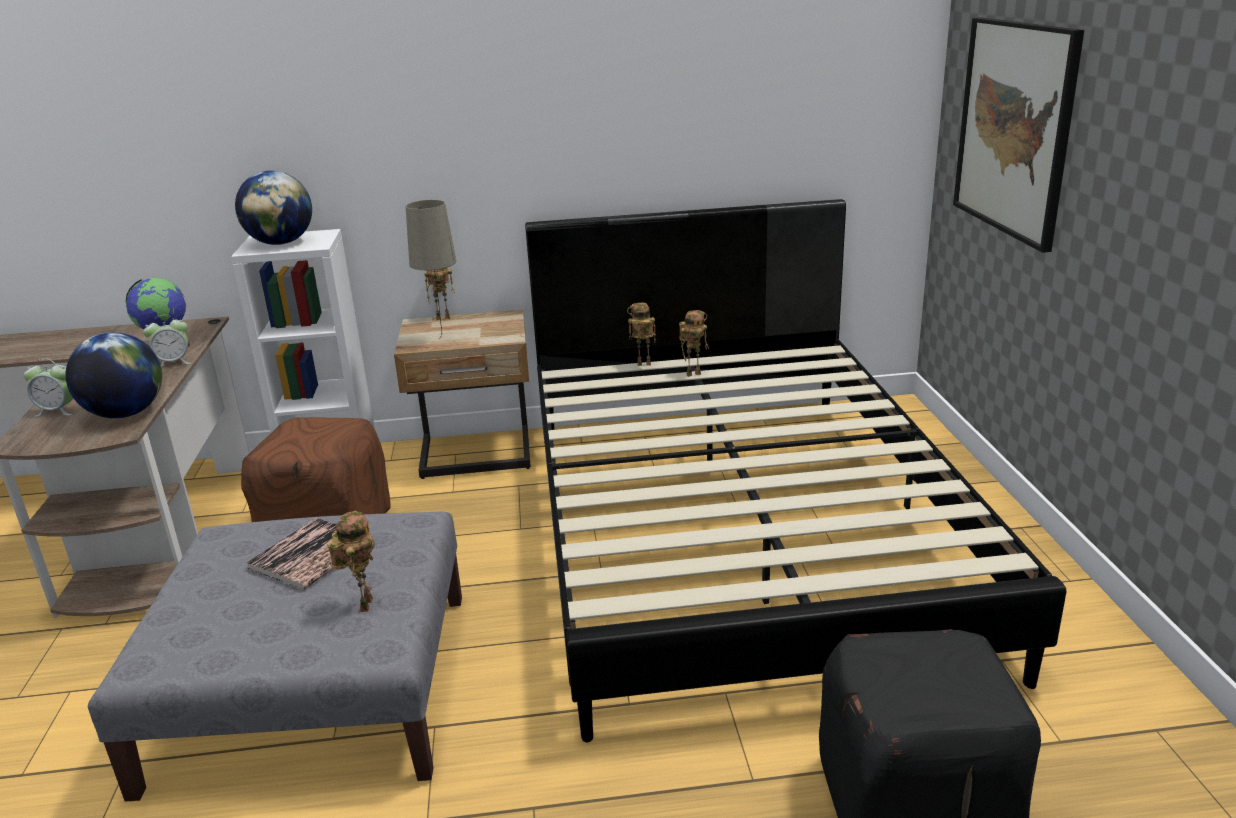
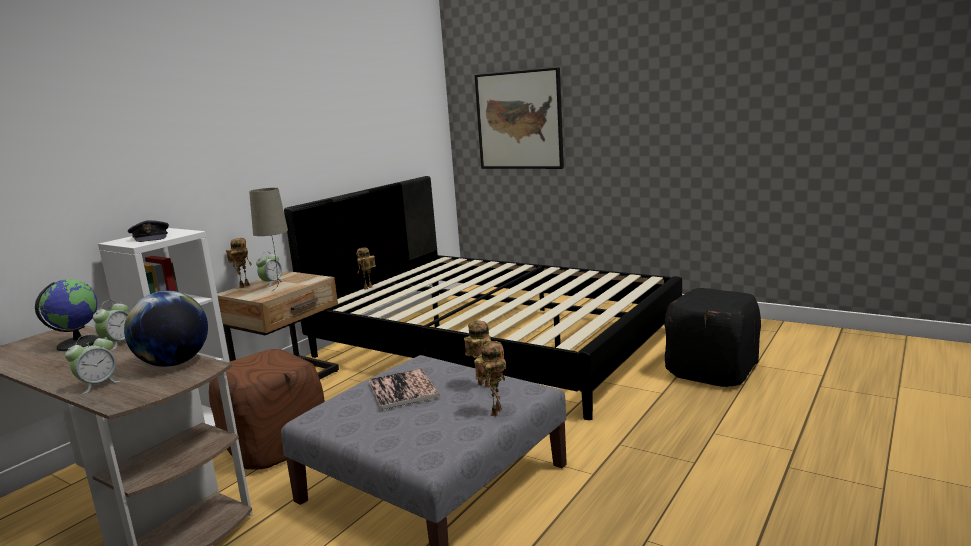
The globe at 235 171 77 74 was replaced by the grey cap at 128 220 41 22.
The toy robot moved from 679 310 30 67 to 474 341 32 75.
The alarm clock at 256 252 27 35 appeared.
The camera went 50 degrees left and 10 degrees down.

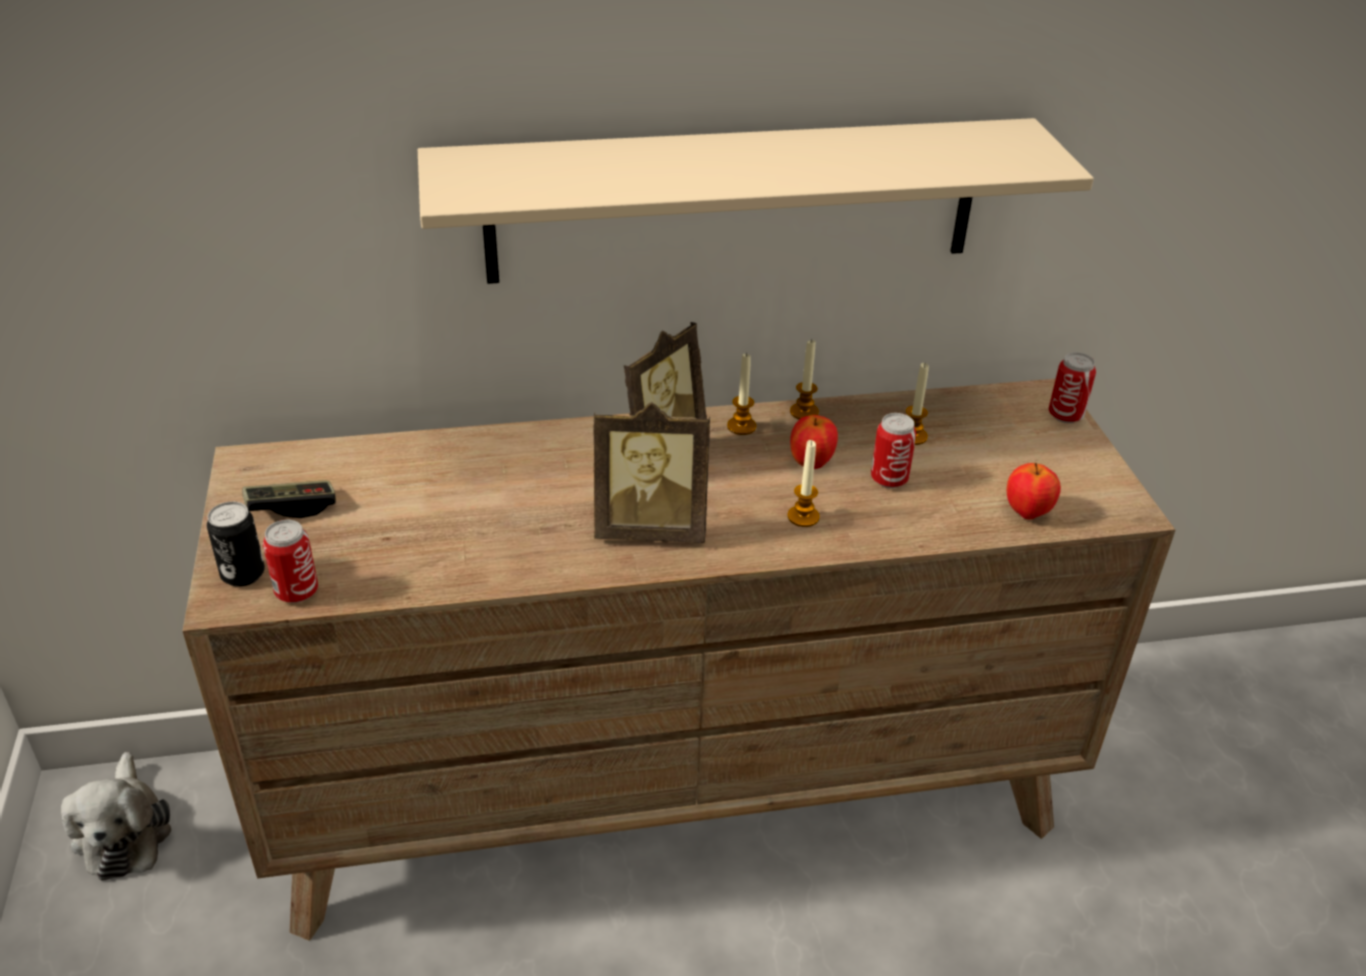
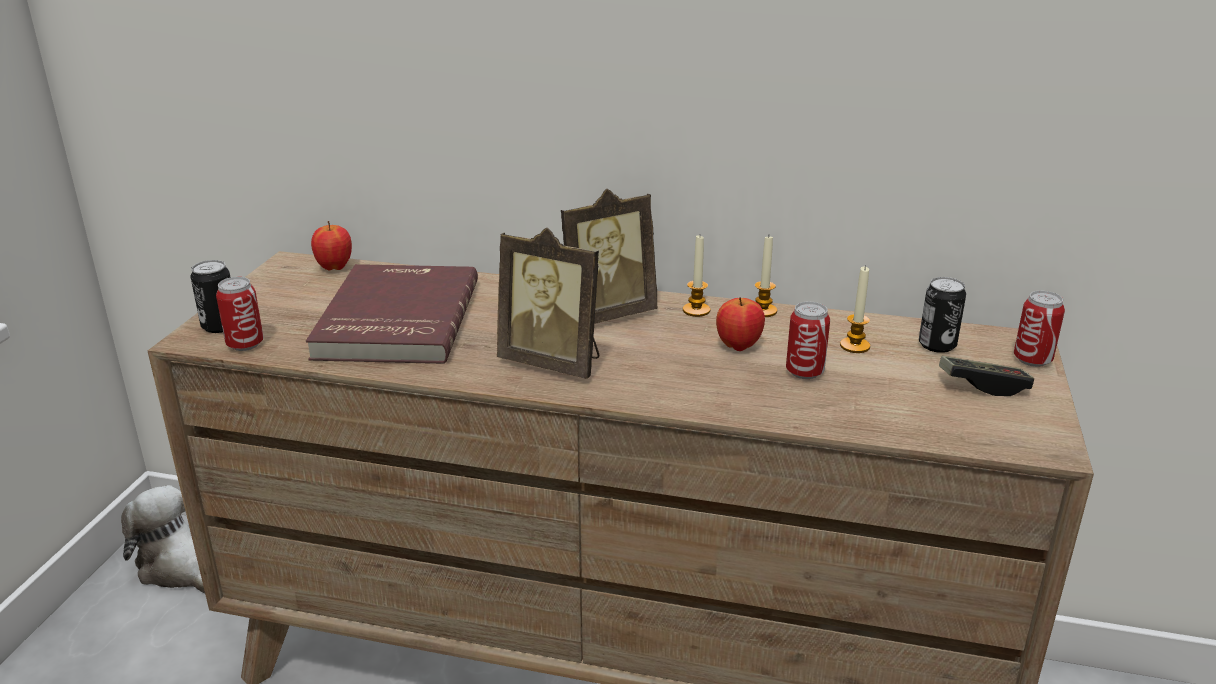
The beige shelf at 418 118 676 166 disappeared.
The candle at 787 440 33 87 disappeared.
The apple moved from 1007 463 54 57 to 311 221 41 50.
The game controller moved from 243 480 93 38 to 939 356 95 40.
The plush toy at 61 752 111 129 turned 120 degrees clockwise.
The red book at 306 264 172 100 appeared.
The can at 919 277 47 76 appeared.
The camera went 25 degrees right and 10 degrees down.

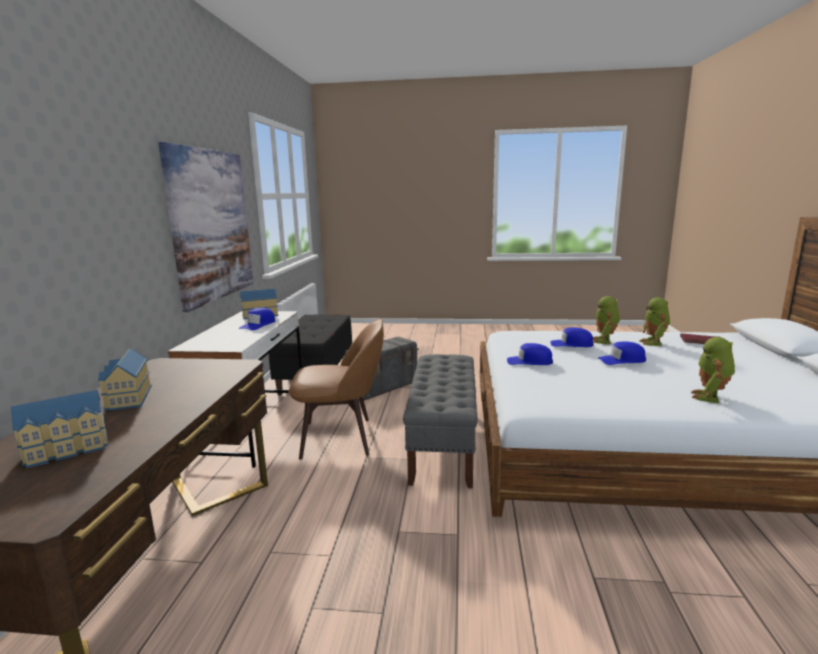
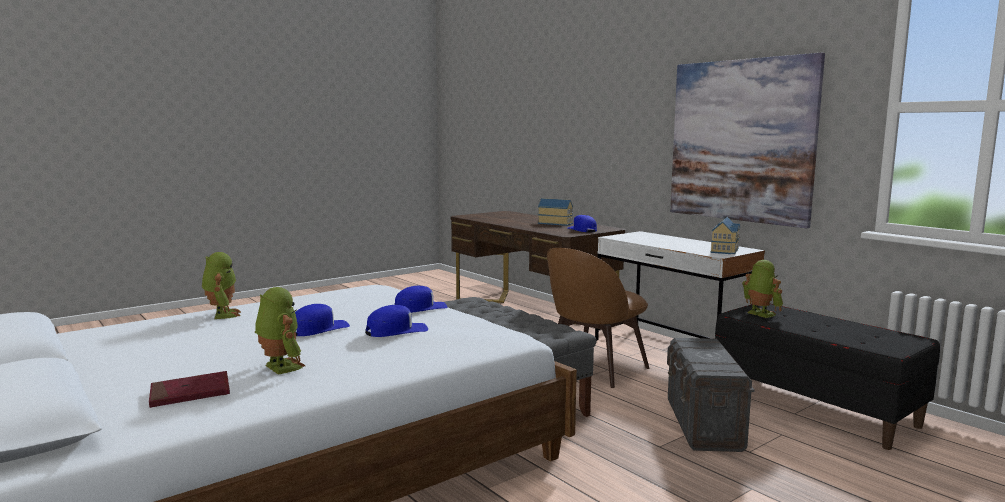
The toy robot moved from 593 296 27 48 to 742 260 41 58.
The blue cap moved from 239 308 36 22 to 567 215 30 17.
The toy house at 11 390 97 78 disappeared.
The camera went 135 degrees right and 5 degrees down.

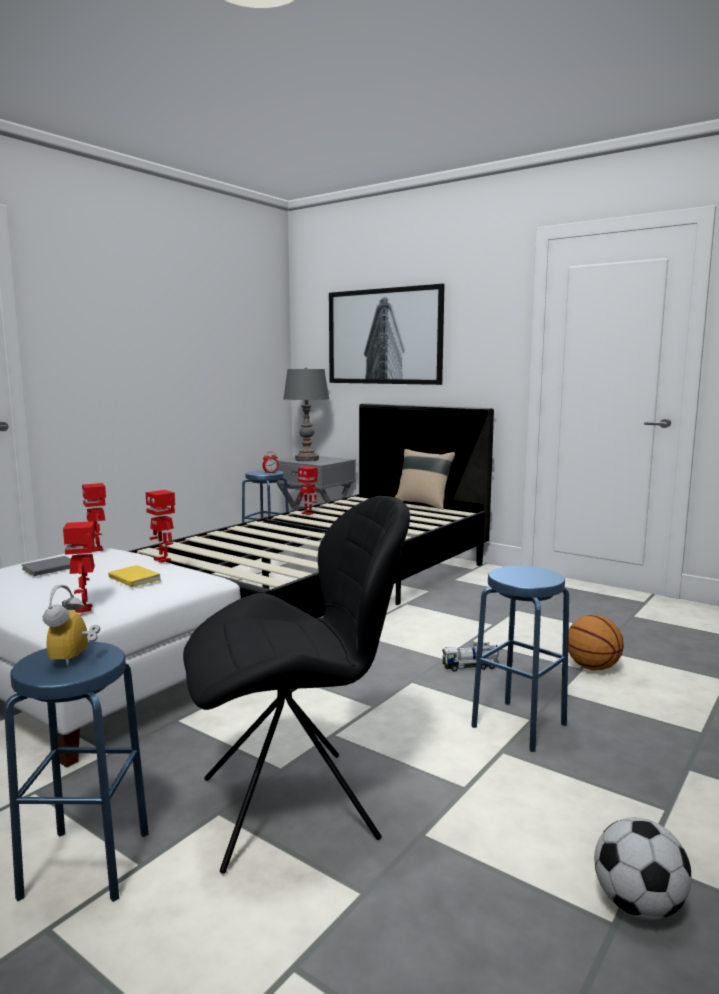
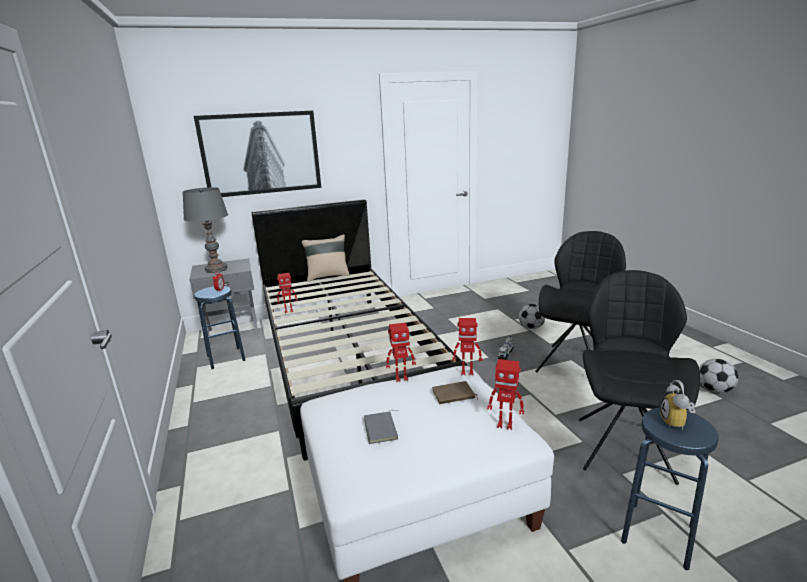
The toy robot moved from 82 483 24 69 to 453 318 29 58.
The yellow book at 108 565 53 22 became the brown book at 432 381 46 23.
The blue stool at 471 566 98 186 was replaced by the black chair at 535 231 91 141.
The alarm clock at 43 585 57 82 turned 60 degrees clockwise.
The basketball at 568 615 56 55 was replaced by the football at 519 304 26 25.
The camera went 55 degrees left and 10 degrees up.

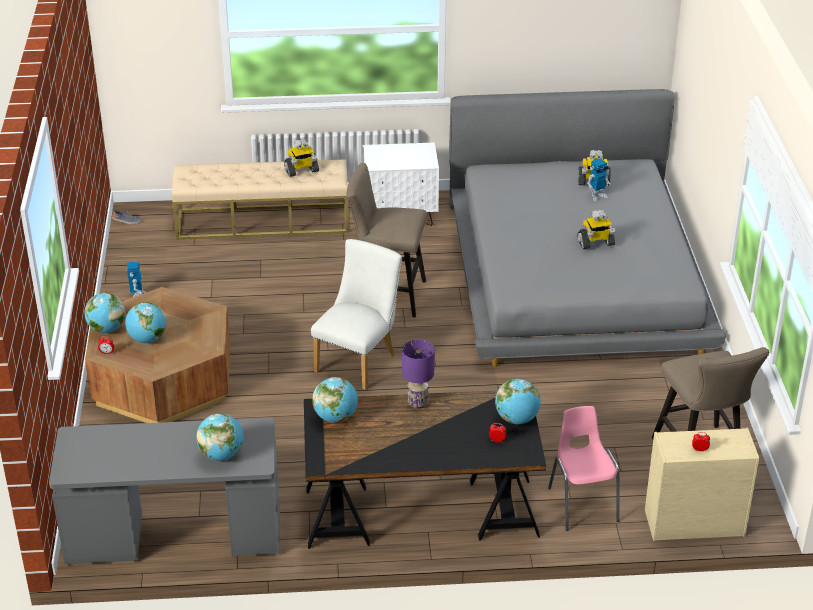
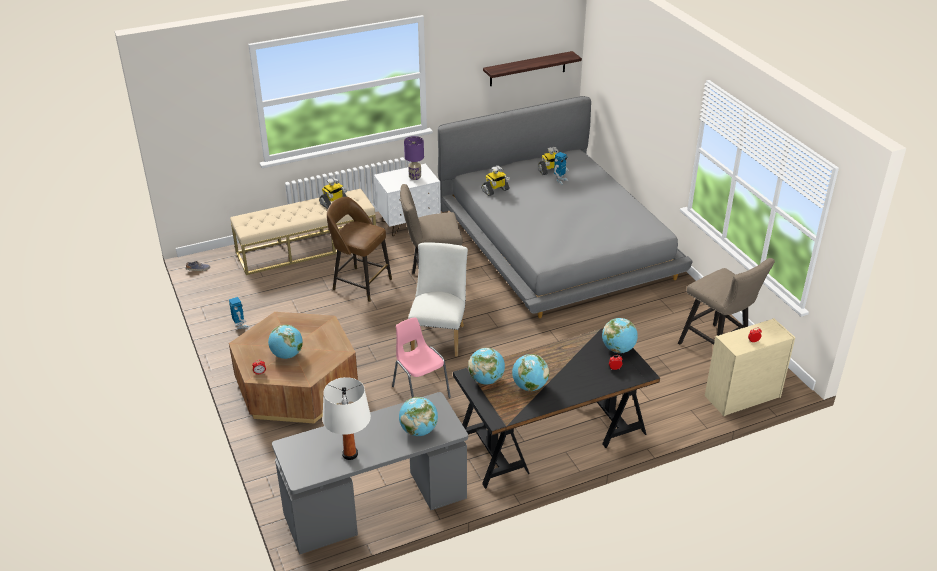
The toy robot moved from 577 209 39 40 to 481 166 29 30.
The globe moved from 84 292 41 41 to 512 354 37 37.
The purple table lamp moved from 402 339 33 69 to 404 136 20 44.
The pink chair moved from 548 406 72 125 to 392 317 59 81.
The shelf at 483 51 99 35 appeared.
The brown stool at 327 197 65 105 appeared.
The white table lamp at 323 377 48 83 appeared.
The camera went 20 degrees left and 0 degrees up.

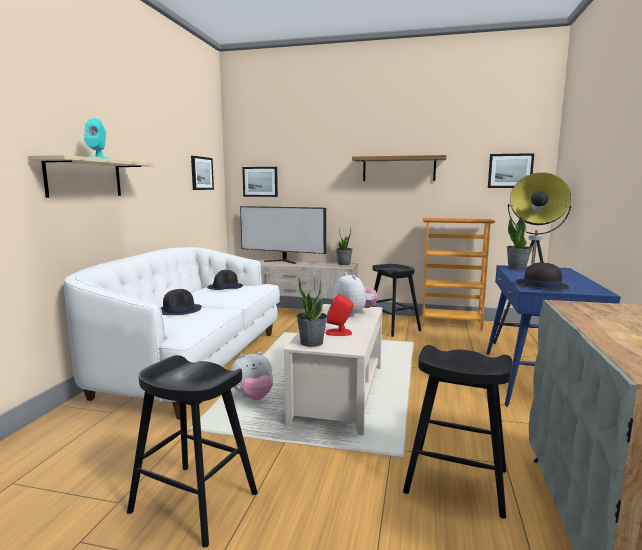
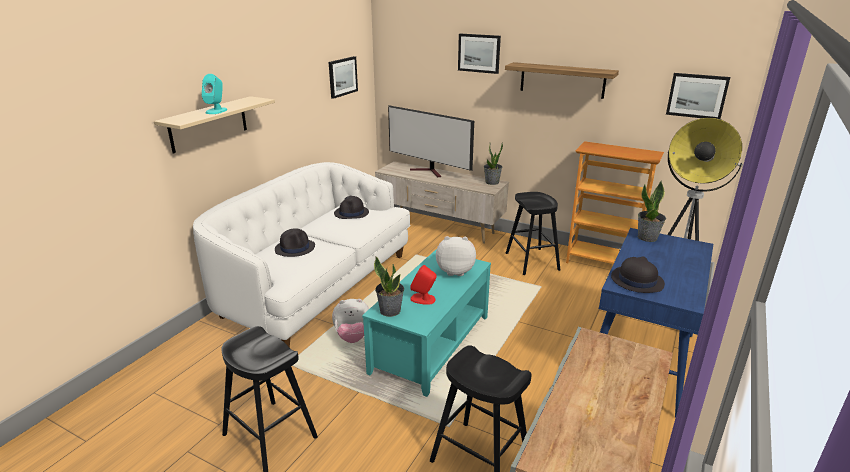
The picture moved from 242 167 36 30 to 458 33 43 41.
The plush toy at 334 272 44 45 turned 75 degrees counterclockwise.
The beige coffee table at 284 304 98 131 became the turquoise coffee table at 362 249 129 148.
The camera went 15 degrees right and 15 degrees up.

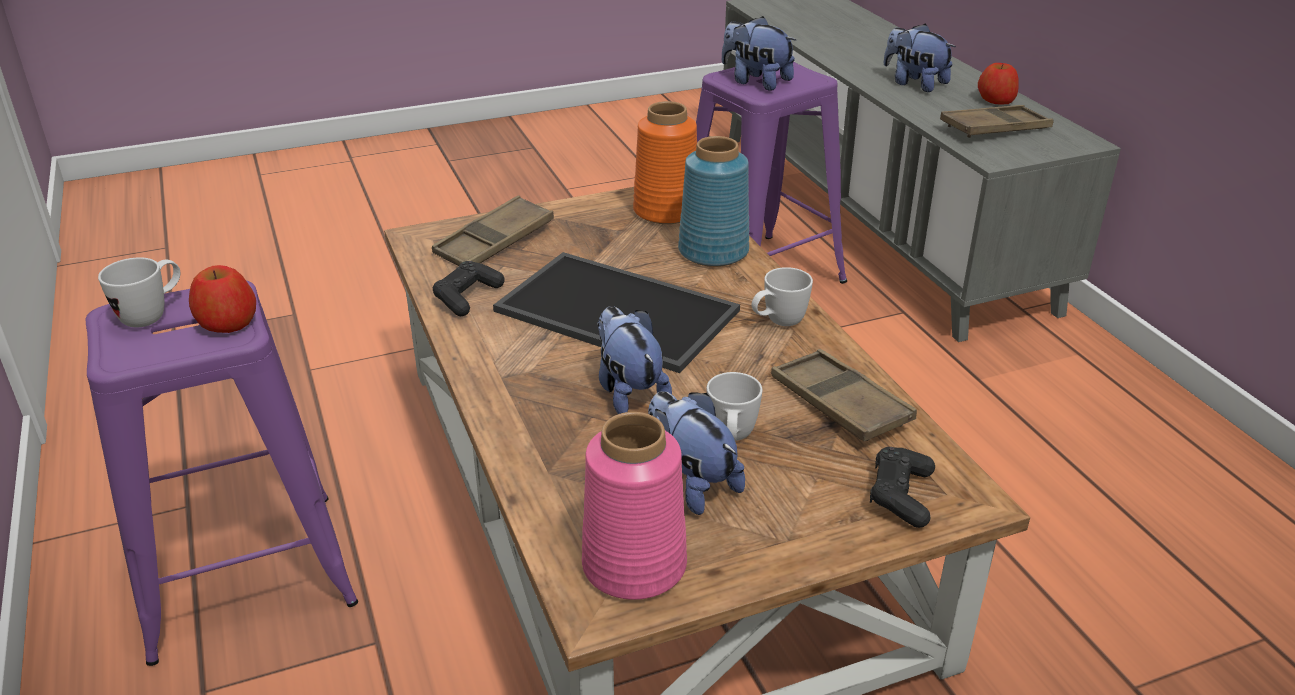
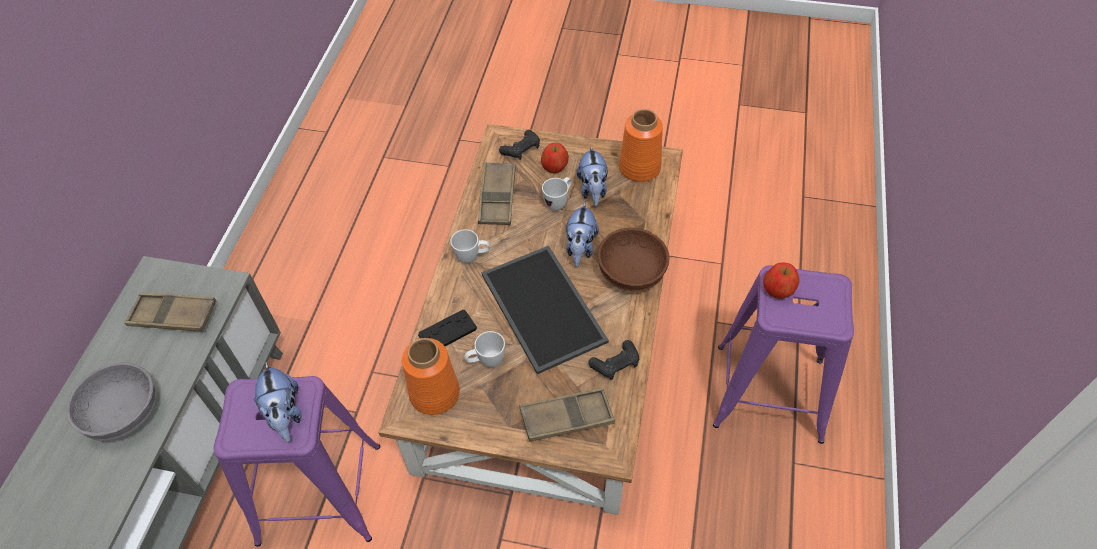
The plush toy at 884 24 72 68 was replaced by the grey bowl at 66 363 90 78.
The apple moved from 978 63 41 41 to 541 143 28 30.
The blue vase at 678 136 71 131 was replaced by the black game controller at 418 310 59 36.
The white mug moved from 98 258 82 69 to 464 331 41 36.
The pink vase at 582 412 105 188 became the orange vase at 619 109 44 73.
The brown bowl at 597 228 72 63 appeared.
The camera went 145 degrees left and 20 degrees up.

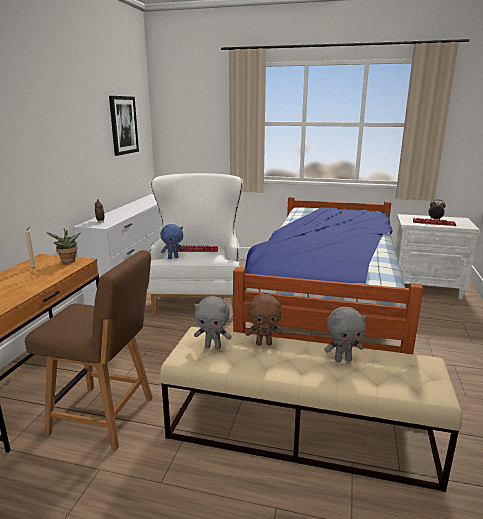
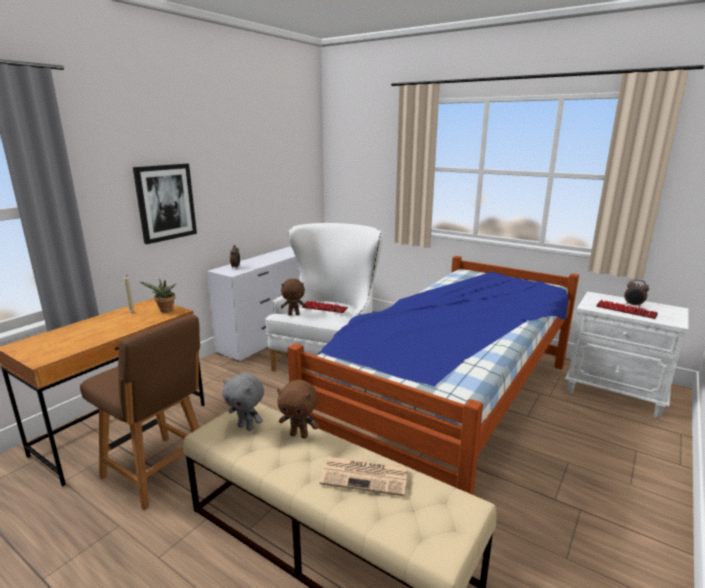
The picture moved from 109 96 30 60 to 133 164 64 80.
The blue plush toy at 160 224 25 35 became the brown plush toy at 281 279 26 36.
The grey plush toy at 324 307 43 55 was replaced by the newspaper at 319 457 89 39.
The camera went 20 degrees right and 0 degrees up.

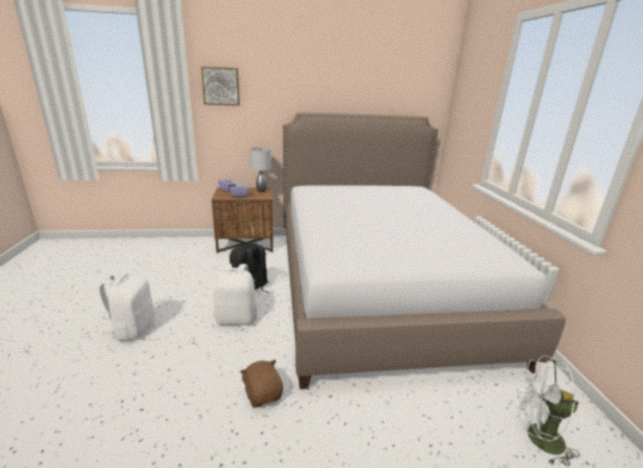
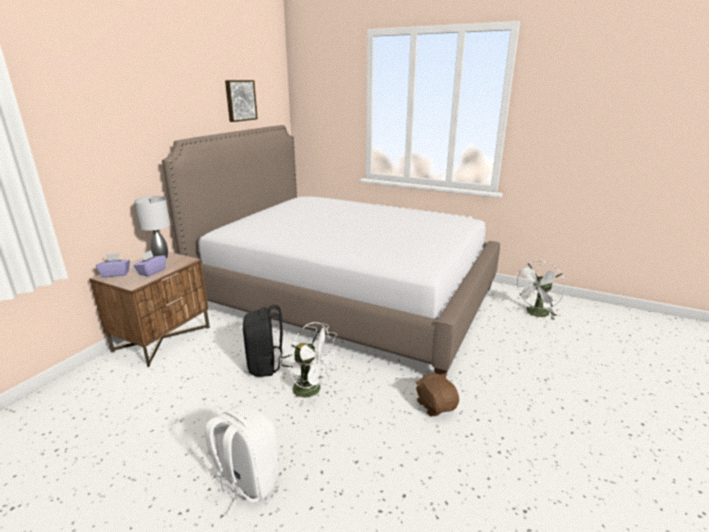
The picture moved from 201 66 39 40 to 225 80 33 42.
The white backpack at 213 264 44 61 was replaced by the white fan at 289 322 51 84.
The brown plush toy at 240 360 43 48 turned 60 degrees clockwise.
The camera went 55 degrees left and 0 degrees up.

